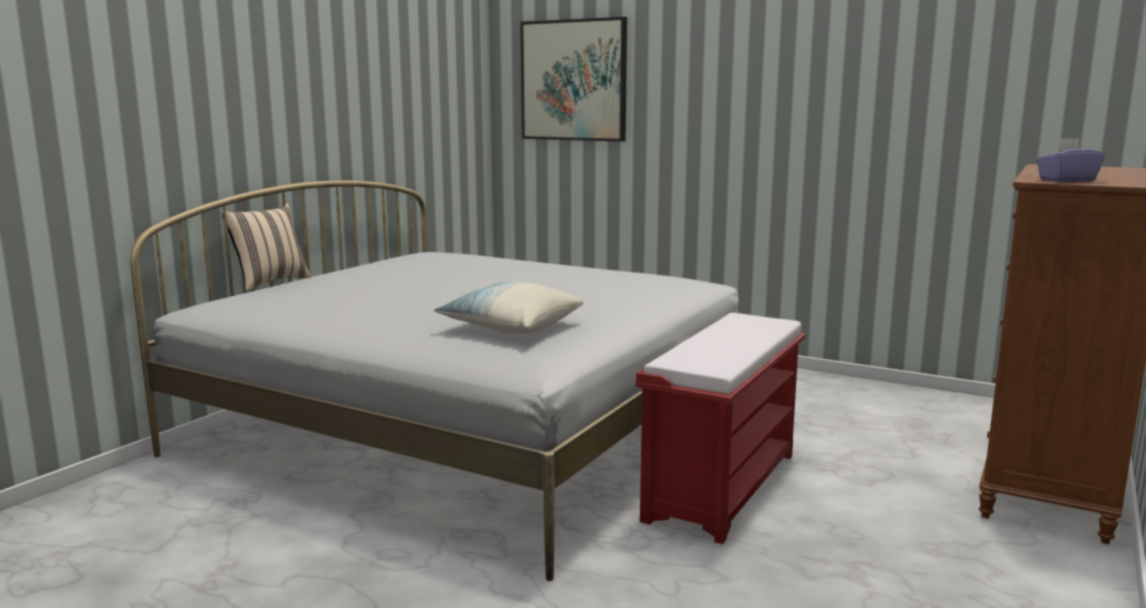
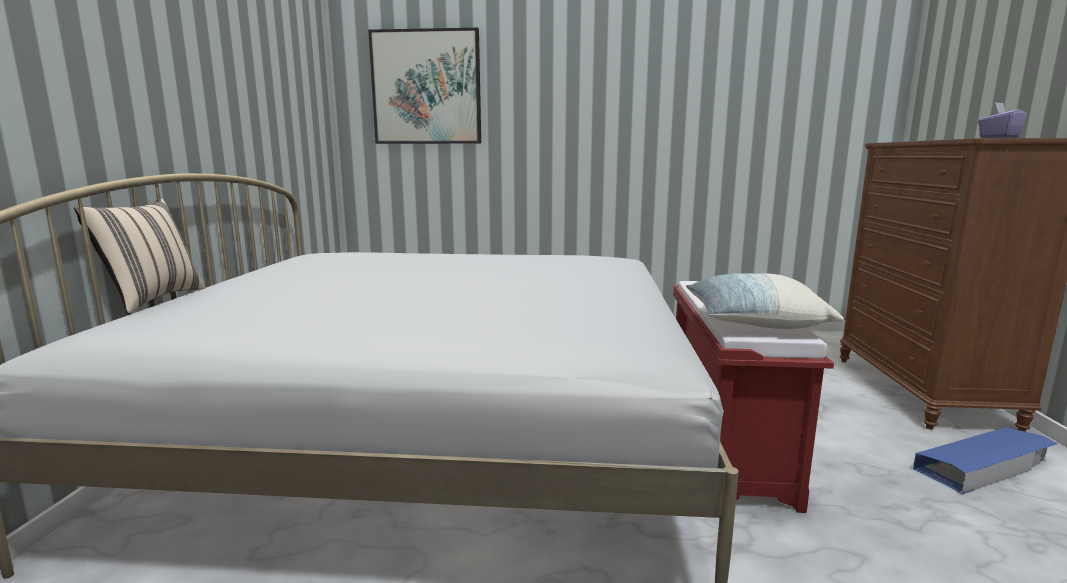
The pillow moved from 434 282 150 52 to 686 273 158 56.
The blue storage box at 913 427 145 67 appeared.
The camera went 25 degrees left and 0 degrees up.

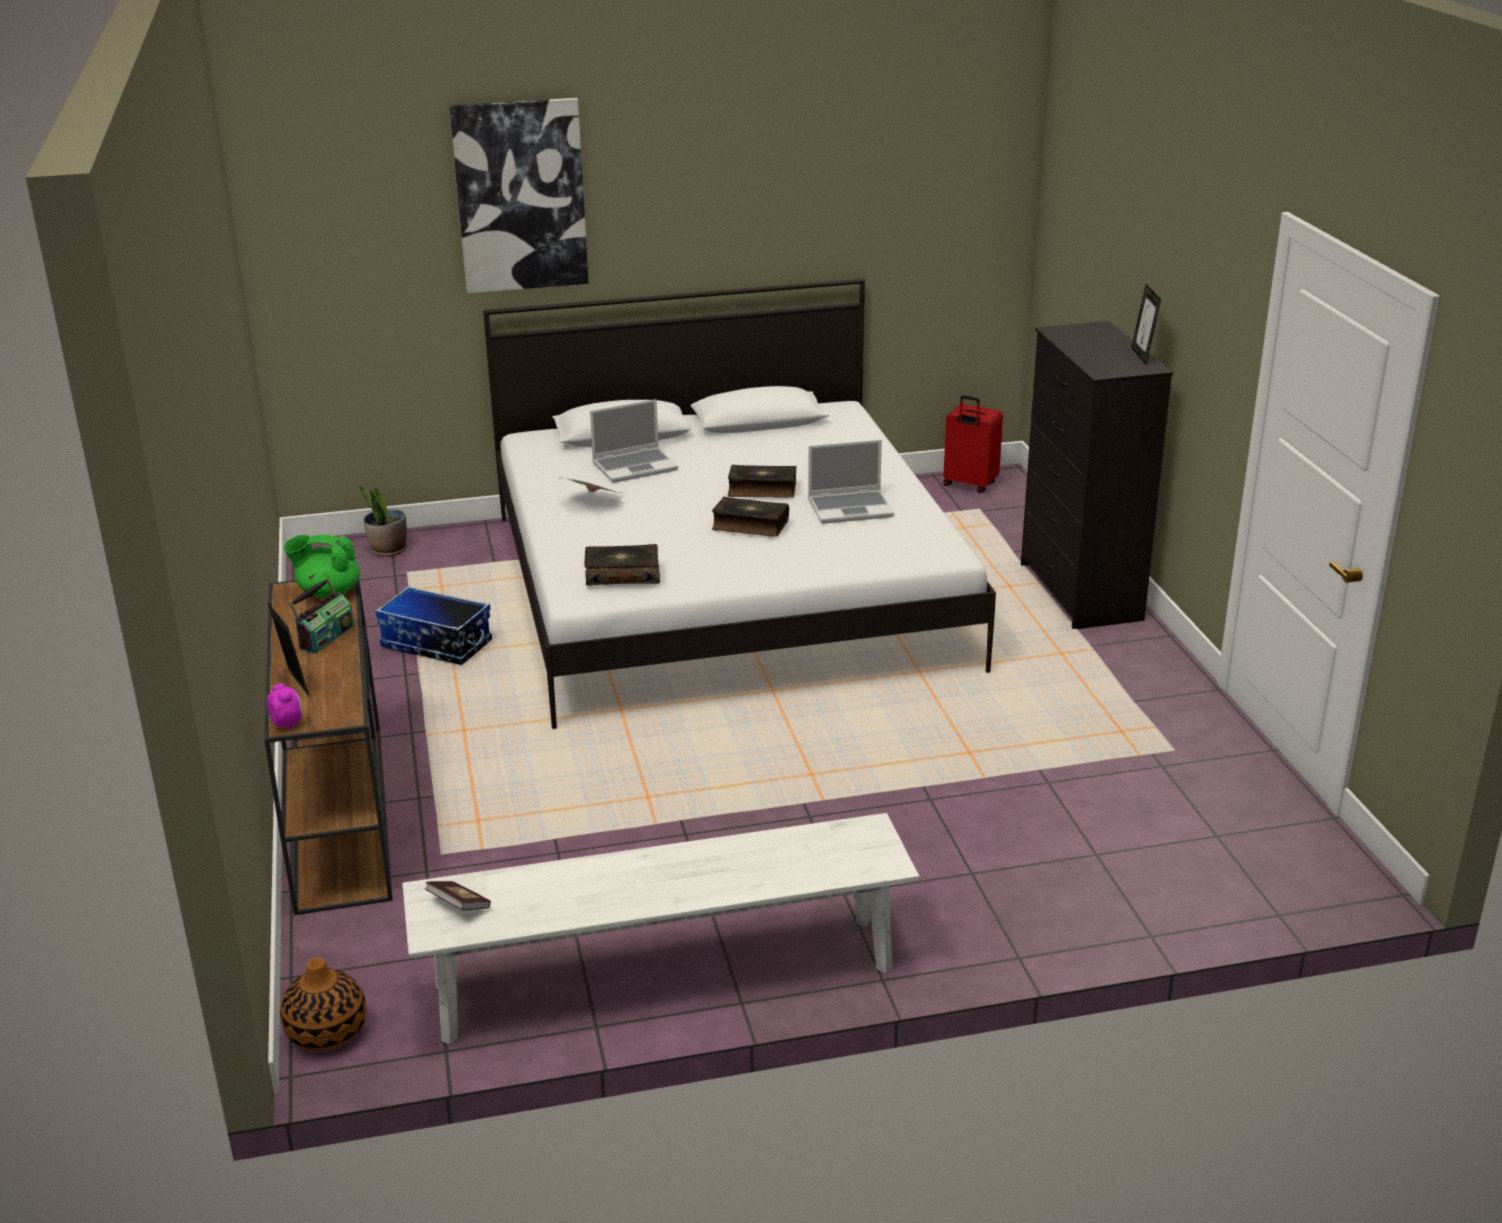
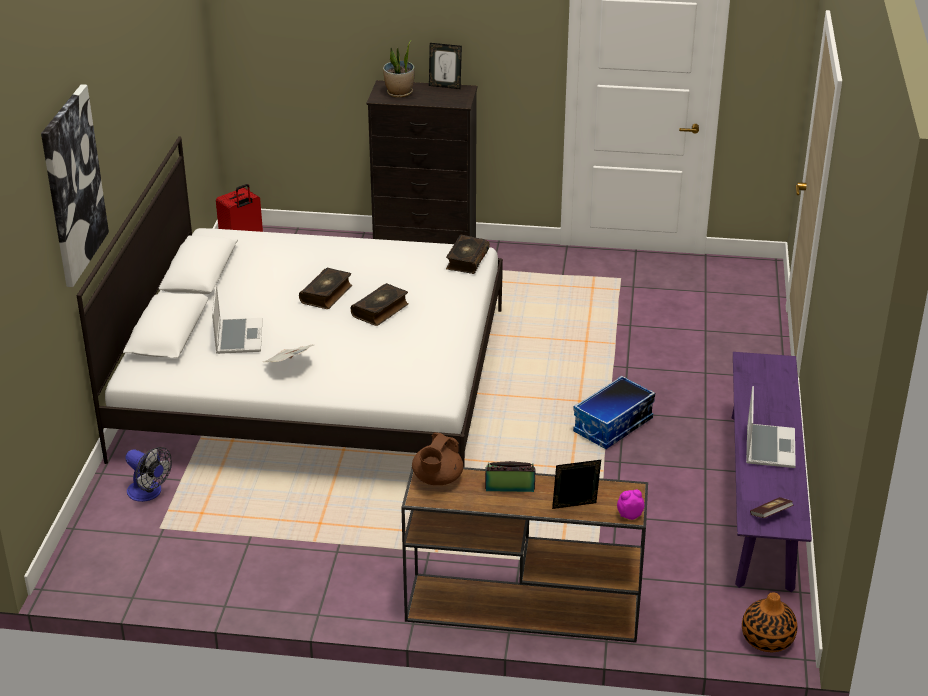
The laptop moved from 808 440 86 84 to 746 386 50 82.
The potted plant moved from 359 484 48 73 to 383 41 32 57.
The green teapot at 284 535 76 63 became the brown teapot at 412 433 51 52.
The book moved from 584 544 76 41 to 446 234 44 40.
The radio at 289 578 65 76 turned 45 degrees counterclockwise.
The storage box moved from 375 586 117 79 to 573 376 82 73.
The white bench at 402 813 517 231 became the purple bench at 732 352 80 240.
The fan at 125 447 47 55 appeared.
The camera went 70 degrees left and 5 degrees up.

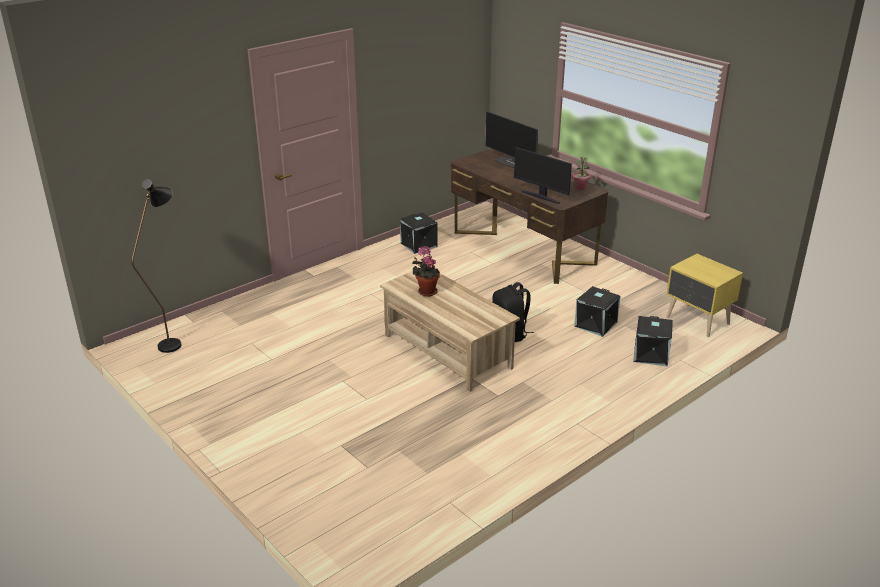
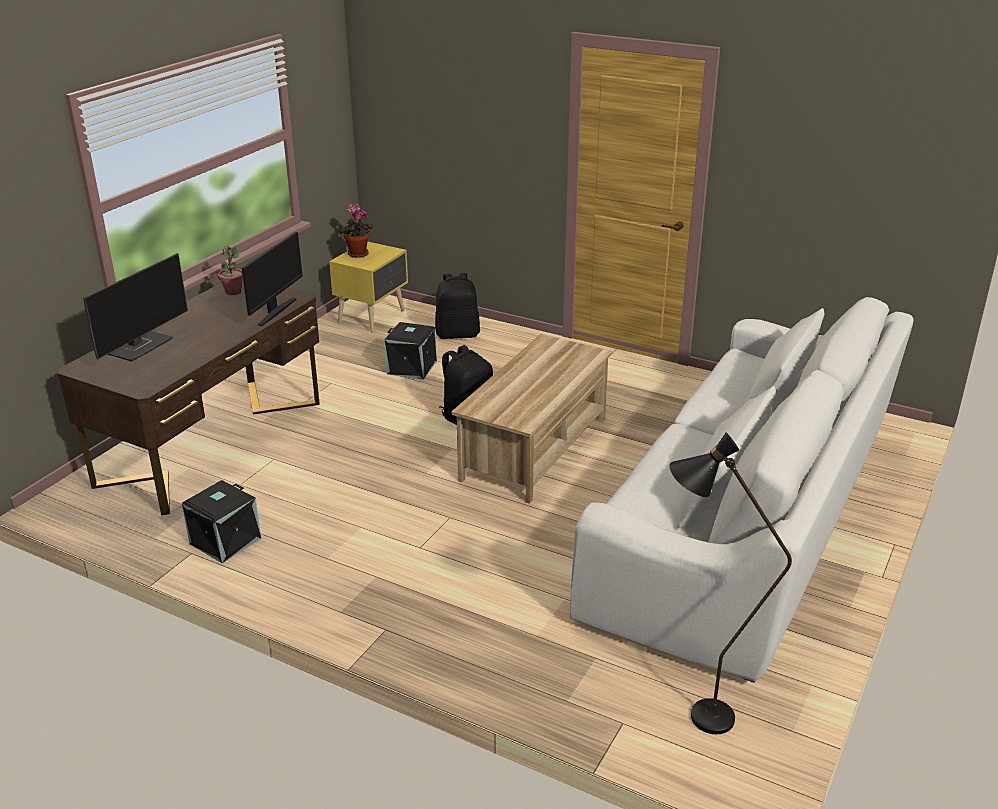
The potted plant moved from 412 246 28 51 to 339 203 34 55.
The black storage box at 633 316 40 50 was replaced by the black backpack at 435 273 45 66.
The white sofa at 570 297 344 385 appeared.
The camera went 110 degrees left and 0 degrees up.

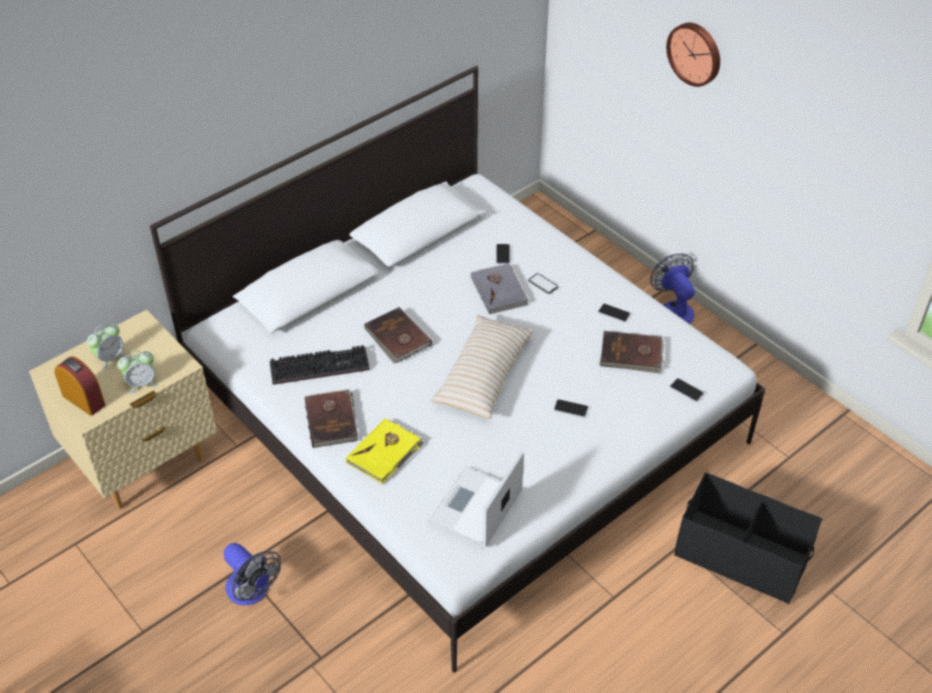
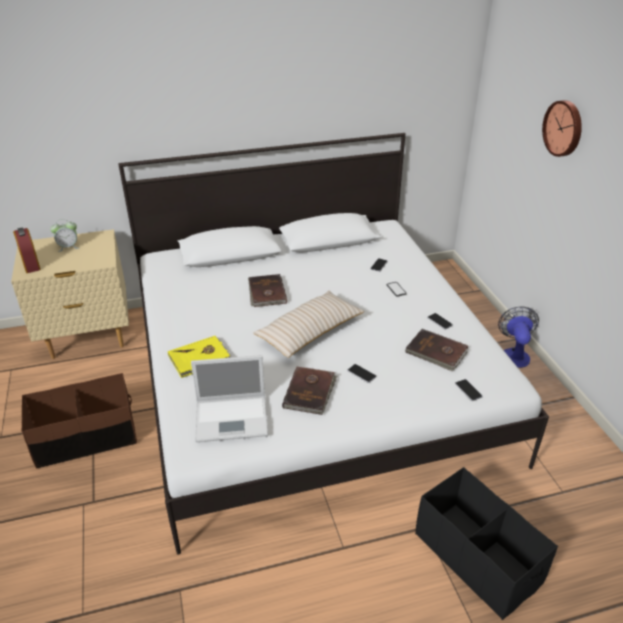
The grey book at 471 263 58 51 disappeared.
The keyboard at 269 345 101 40 disappeared.
The alarm clock at 117 350 41 44 disappeared.
The brown book moved from 305 389 53 59 to 282 367 55 48.
The laptop at 428 451 96 97 turned 150 degrees counterclockwise.
The fan at 223 543 58 62 was replaced by the brown storage box at 22 373 115 96.
The camera went 25 degrees right and 10 degrees down.

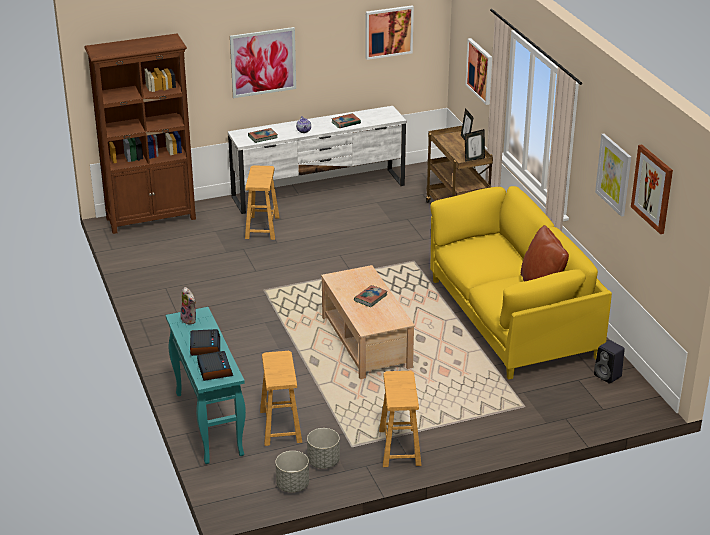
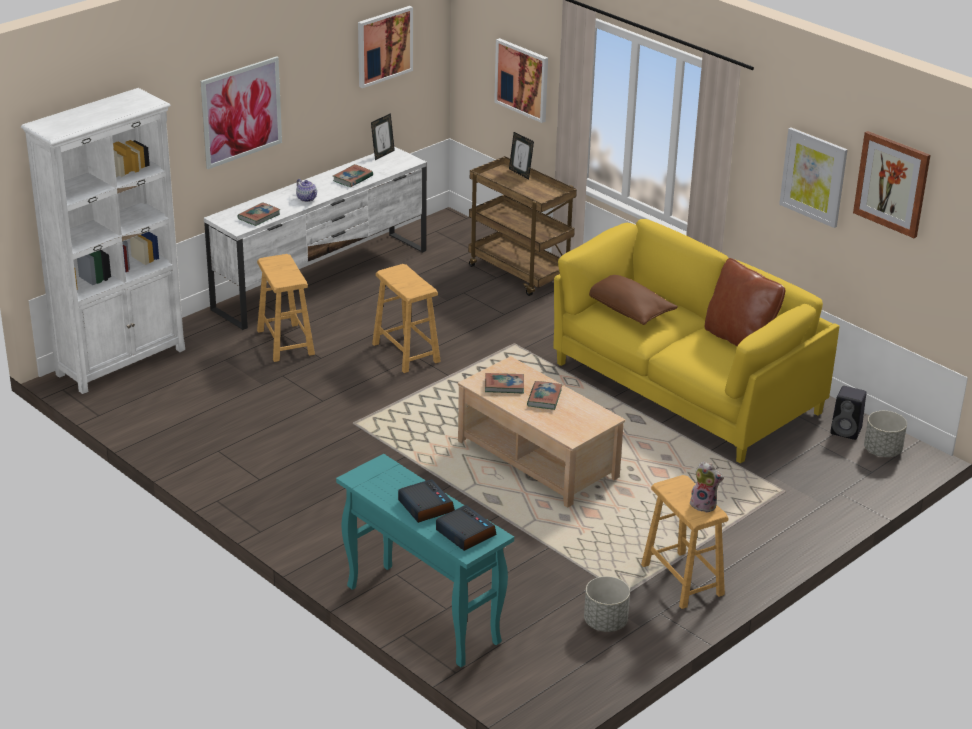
The brown bookcase at 84 34 112 200 became the white bookcase at 21 88 164 306.
The picture frame moved from 465 129 20 33 to 371 113 24 47.
The plush toy moved from 179 287 17 38 to 690 461 34 52.
The brown stool moved from 260 351 42 95 to 372 264 69 109.
The grey planter moved from 275 451 34 41 to 864 411 43 46.
The brown pillow at 589 275 89 50 appeared.
The book at 485 373 39 21 appeared.
The camera went 25 degrees left and 0 degrees up.

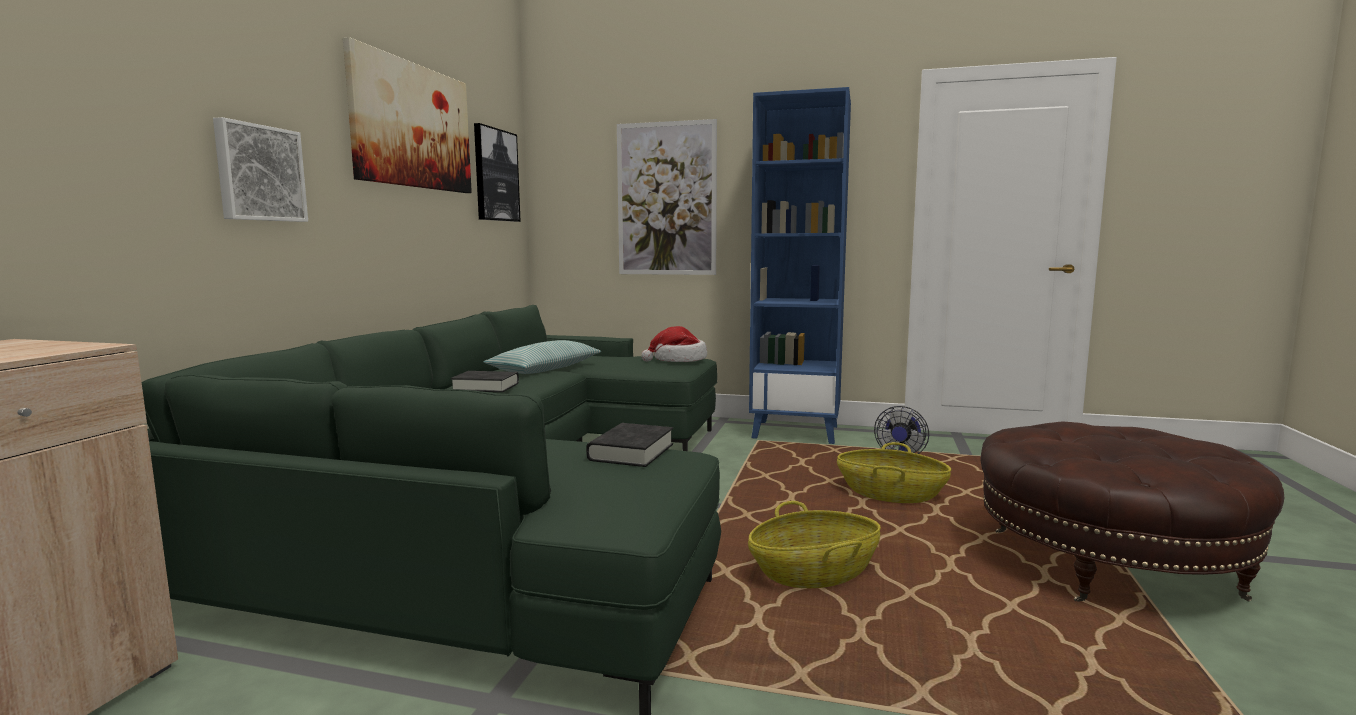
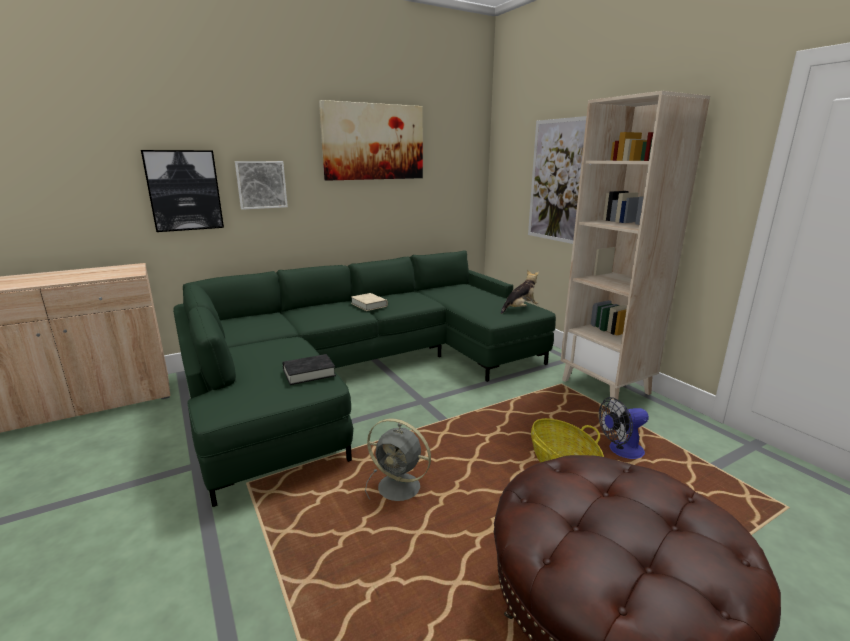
The blue bookcase at 749 87 102 357 became the beige bookcase at 561 91 149 309.
The picture moved from 474 123 47 99 to 141 150 83 82.
The hat at 641 326 66 36 was replaced by the plush toy at 501 270 38 44.
The pillow at 484 340 117 34 disappeared.
The black book at 450 371 69 21 became the beige book at 351 293 37 18.
The basket at 748 501 133 87 was replaced by the grey fan at 365 418 66 83.
The camera went 45 degrees right and 10 degrees up.

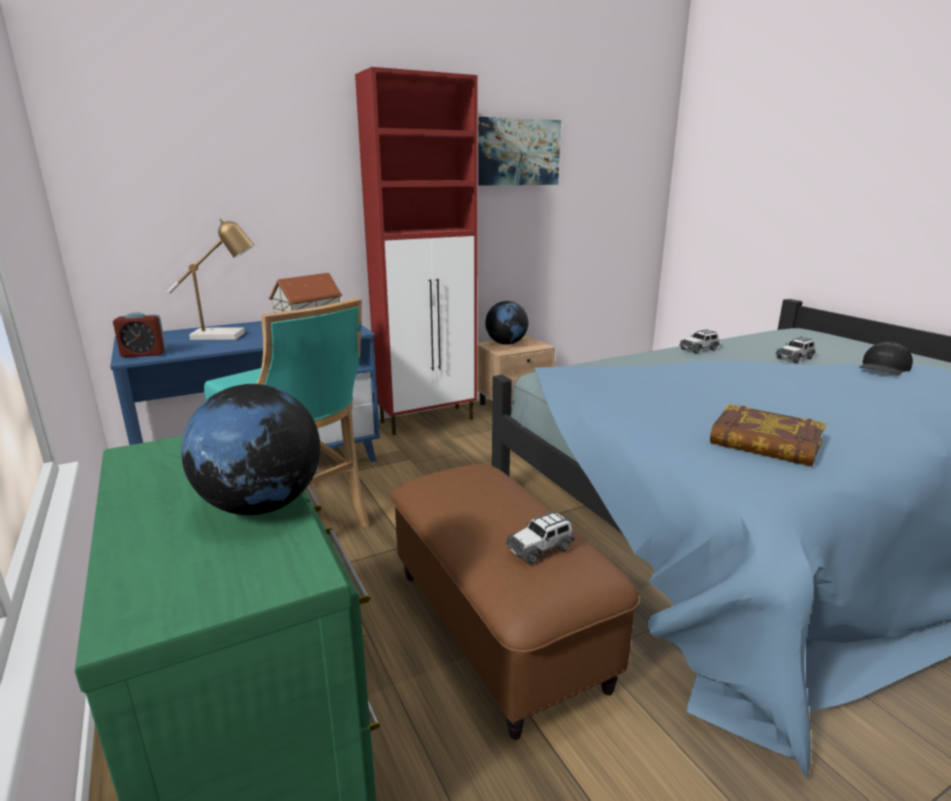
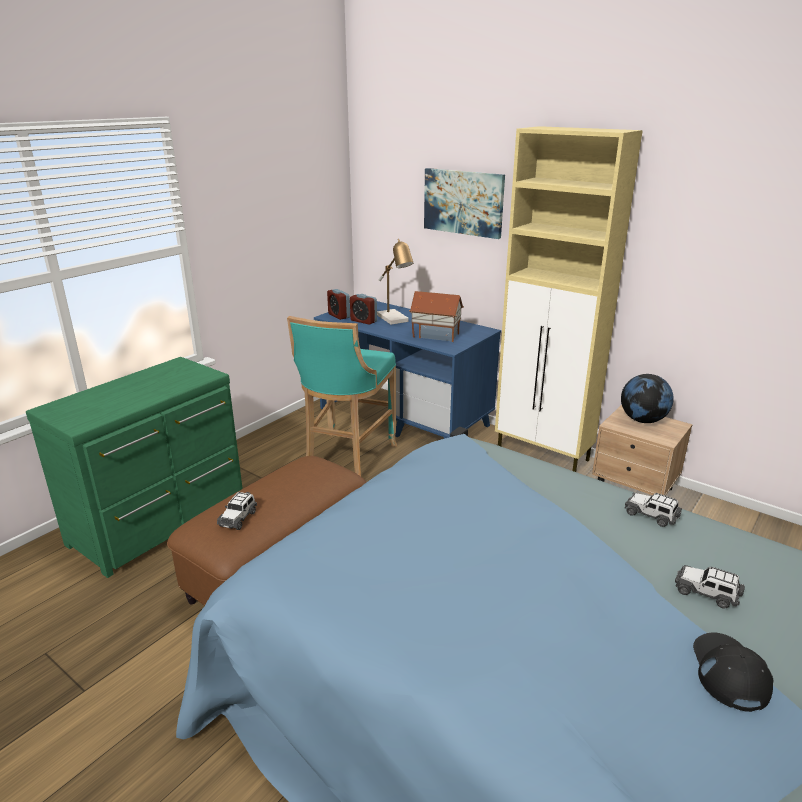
The red cabinet at 355 67 123 368 became the beige cabinet at 495 126 148 346.
The picture moved from 478 117 83 69 to 424 168 81 71.
The black cap at 859 342 54 33 turned 75 degrees clockwise.
The globe at 181 384 139 131 disappeared.
The book at 710 404 116 62 disappeared.
The toy car at 506 511 69 54 turned 105 degrees counterclockwise.
The alarm clock at 350 294 27 31 appeared.
The camera went 65 degrees right and 5 degrees up.

